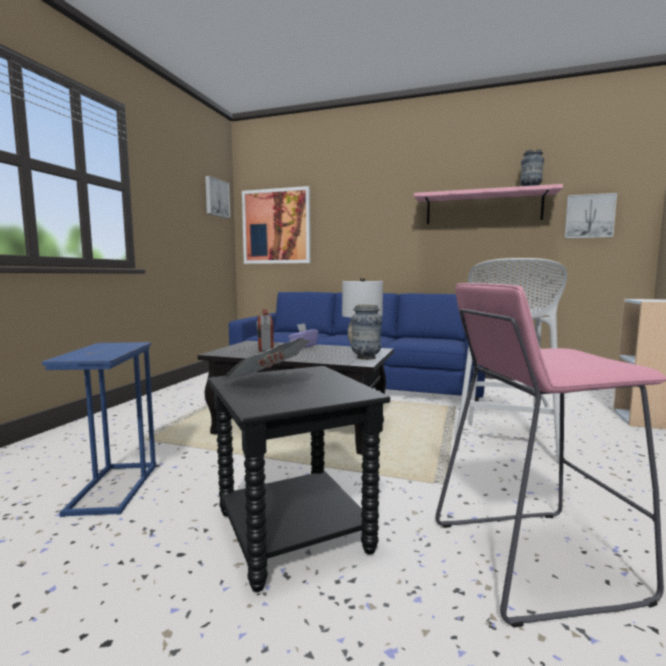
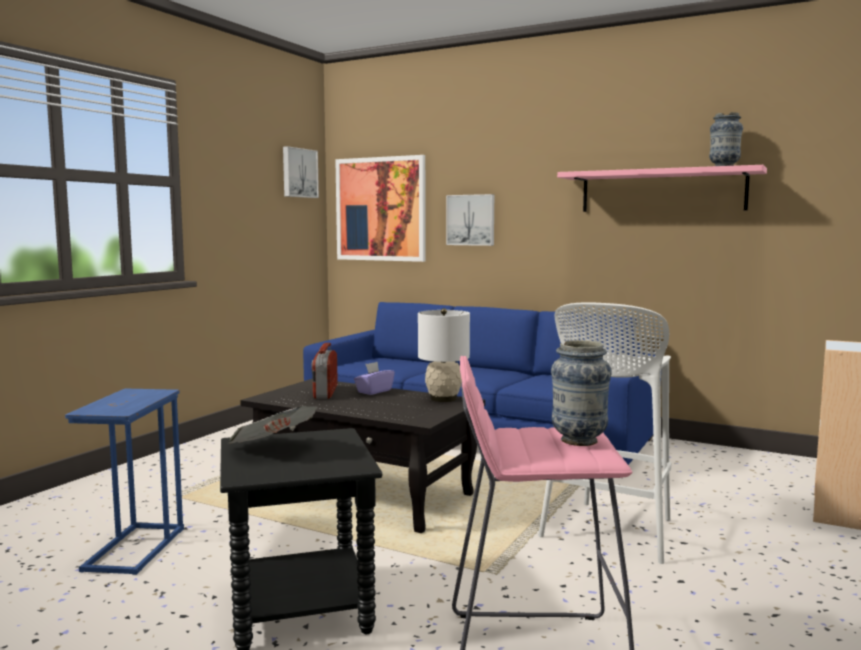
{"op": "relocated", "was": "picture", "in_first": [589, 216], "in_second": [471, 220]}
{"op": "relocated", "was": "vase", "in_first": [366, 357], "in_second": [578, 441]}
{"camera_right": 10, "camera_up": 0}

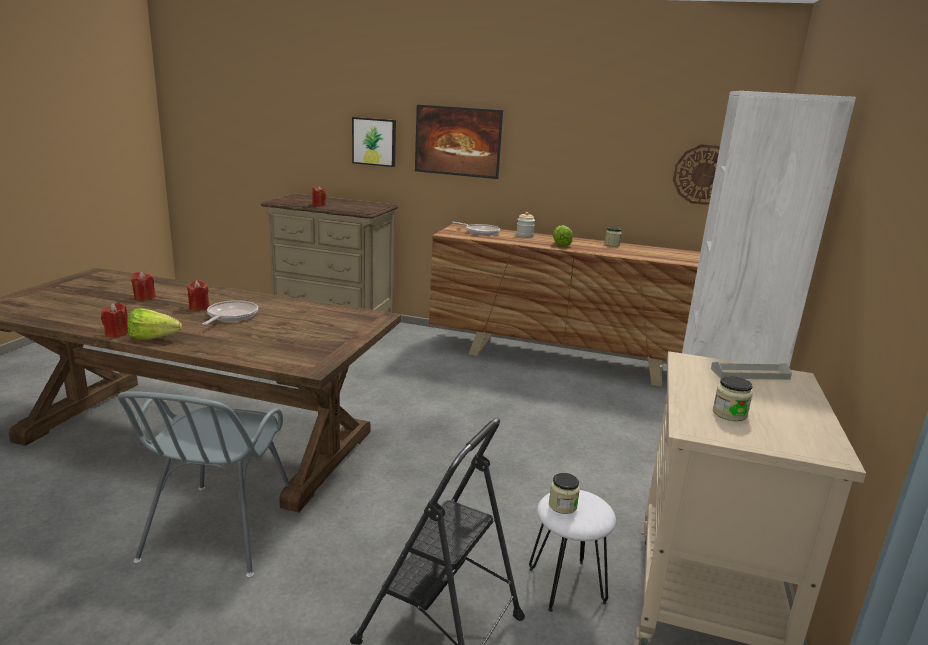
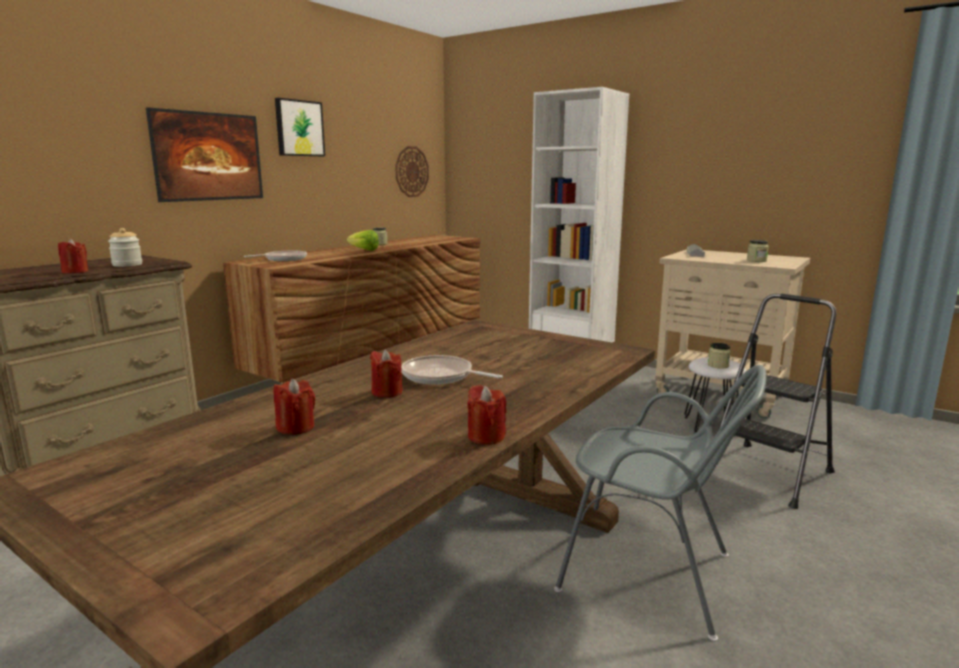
{"op": "relocated", "was": "picture", "in_first": [374, 141], "in_second": [299, 128]}
{"op": "relocated", "was": "jar", "in_first": [524, 235], "in_second": [127, 265]}
{"op": "missing", "was": "lettuce", "in_first": [157, 339]}
{"camera_right": -70, "camera_up": -5}

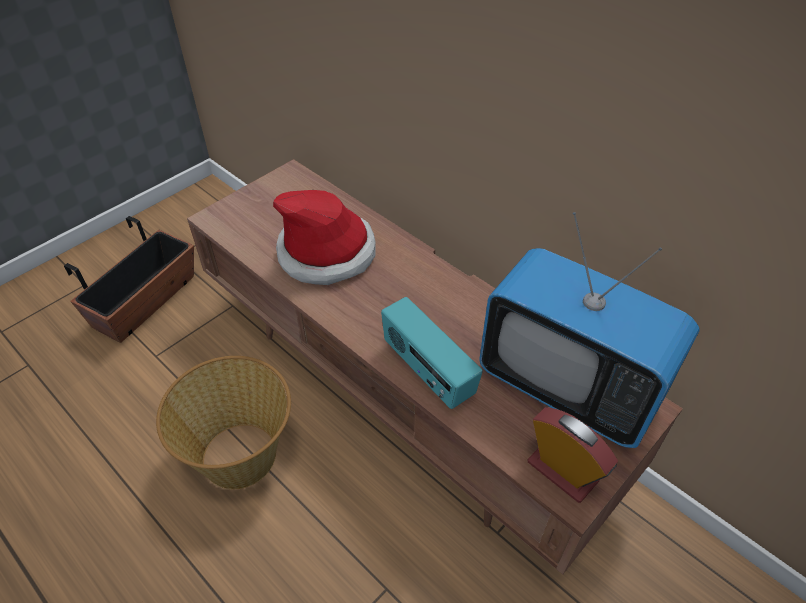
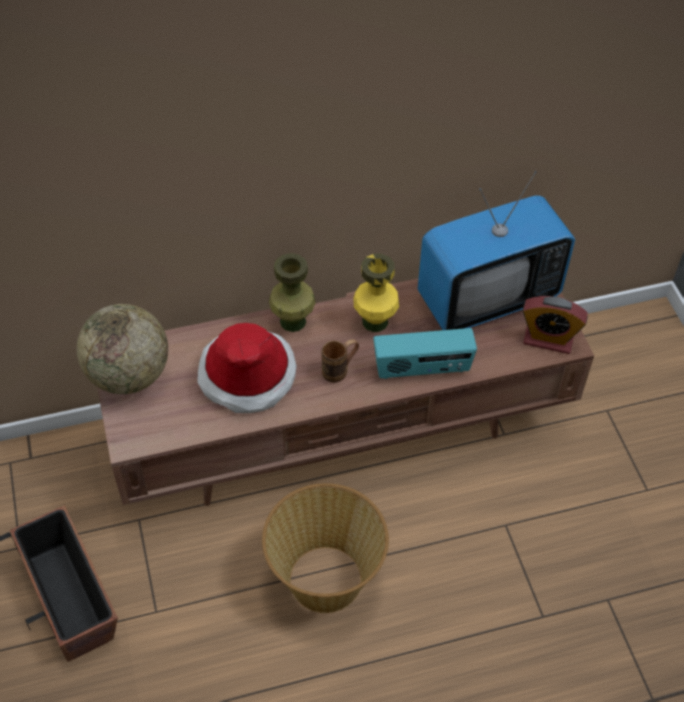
{"op": "spun", "was": "alarm clock", "in_first": [562, 471], "in_second": [548, 339], "clockwise": -150}
{"op": "appeared", "now": "vase (green)", "in_second": [293, 321]}
{"op": "appeared", "now": "vase (yellow)", "in_second": [374, 322]}
{"op": "appeared", "now": "globe", "in_second": [129, 375]}
{"op": "appeared", "now": "mug (brown)", "in_second": [340, 370]}
{"camera_right": -60, "camera_up": 5}

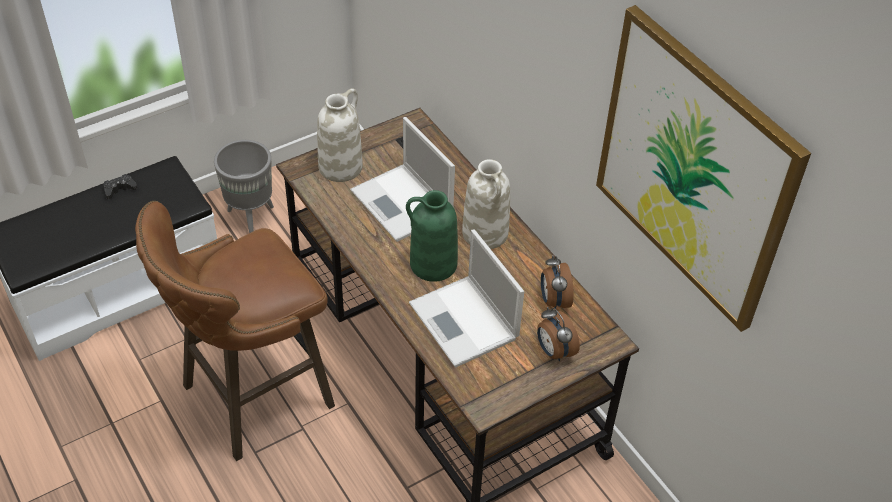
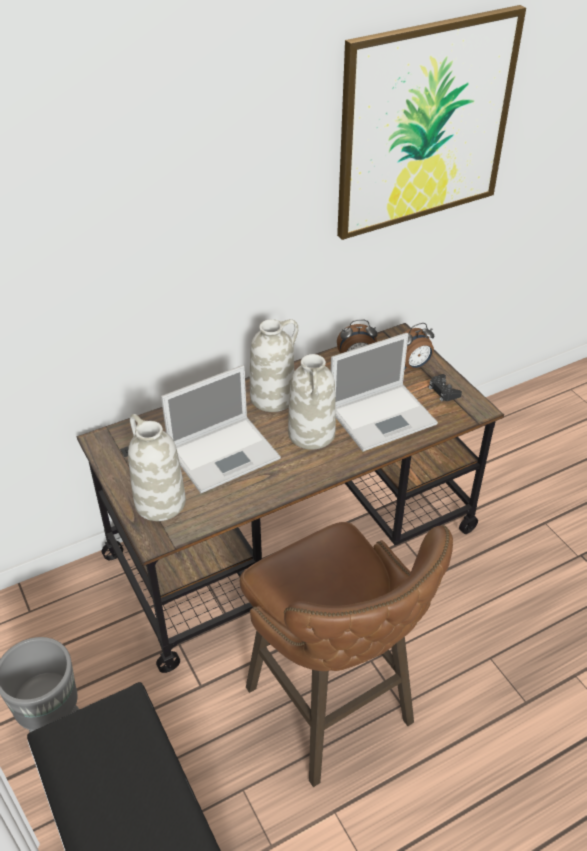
{"op": "relocated", "was": "game controller (black)", "in_first": [119, 189], "in_second": [443, 391]}
{"op": "colour", "was": "vase (green)", "now": "vase (white)", "in_first": [432, 264], "in_second": [312, 434]}
{"camera_right": -85, "camera_up": -5}

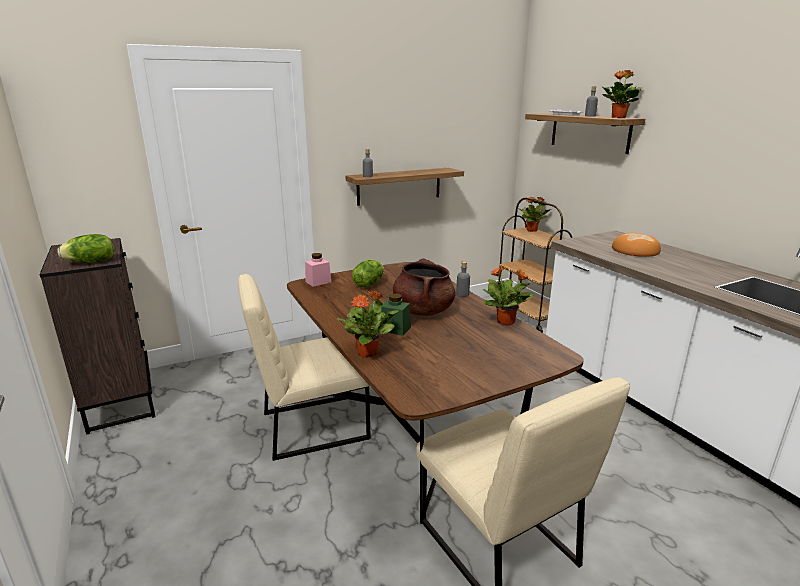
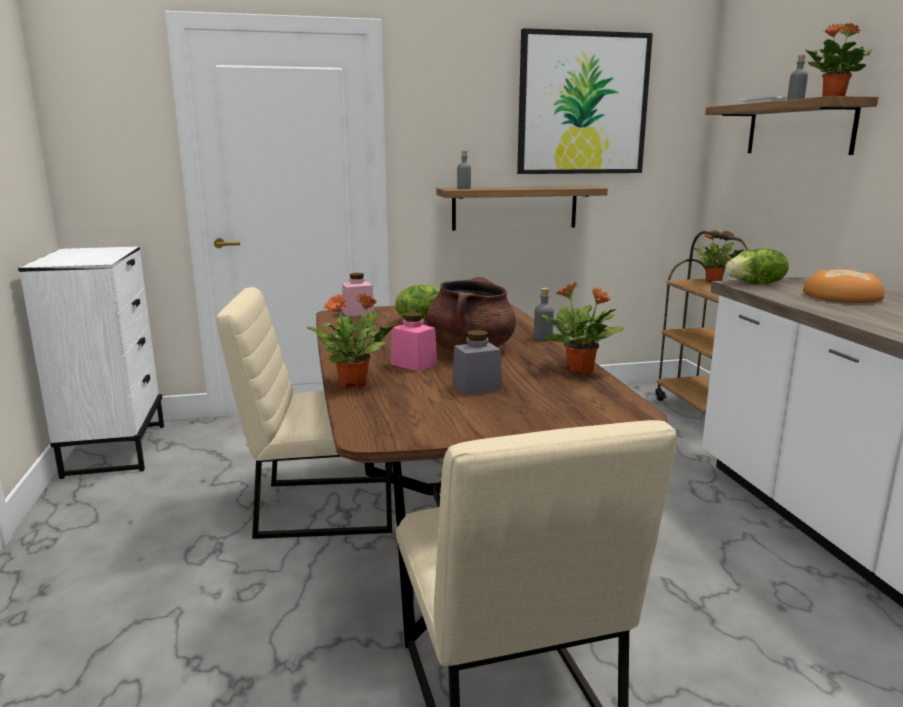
{"op": "relocated", "was": "lettuce", "in_first": [91, 262], "in_second": [756, 284]}
{"op": "colour", "was": "dresser (brown)", "now": "dresser (white)", "in_first": [121, 401], "in_second": [116, 449]}
{"op": "colour", "was": "jar (green)", "now": "jar (pink)", "in_first": [395, 329], "in_second": [413, 364]}
{"op": "appeared", "now": "picture", "in_second": [582, 104]}
{"op": "appeared", "now": "jar (grey)", "in_second": [476, 387]}
{"camera_right": 15, "camera_up": -5}

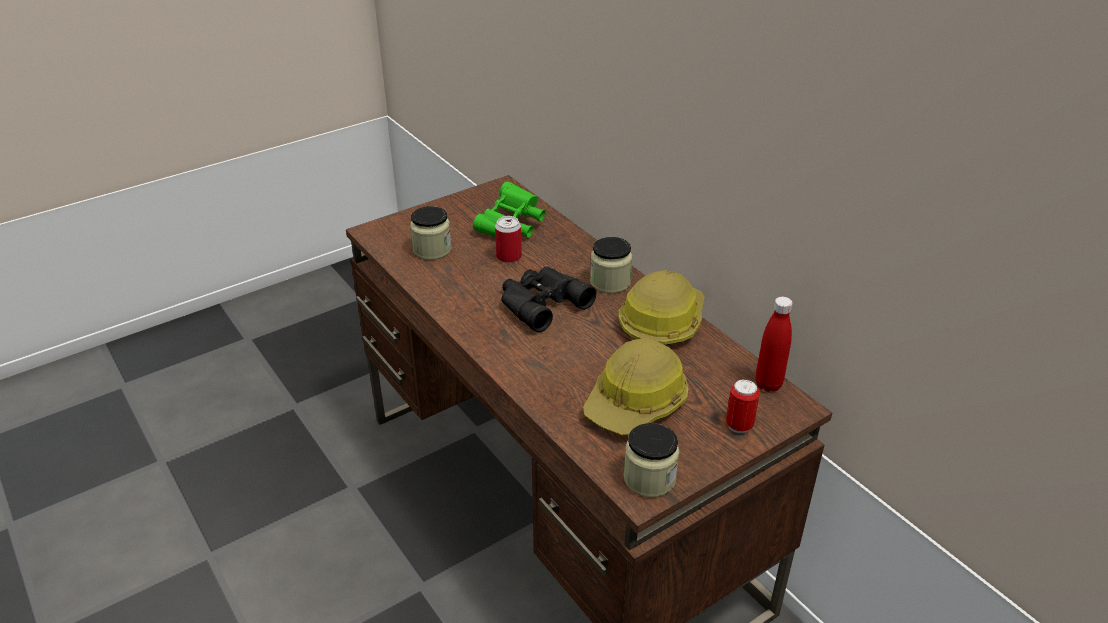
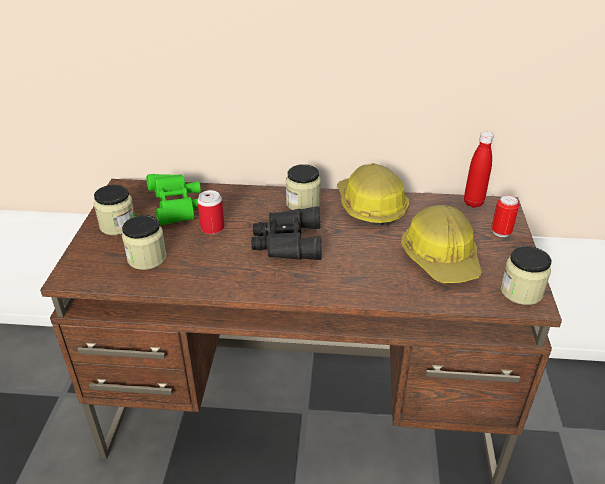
{"op": "appeared", "now": "jar", "in_second": [118, 225]}
{"camera_right": -50, "camera_up": 0}

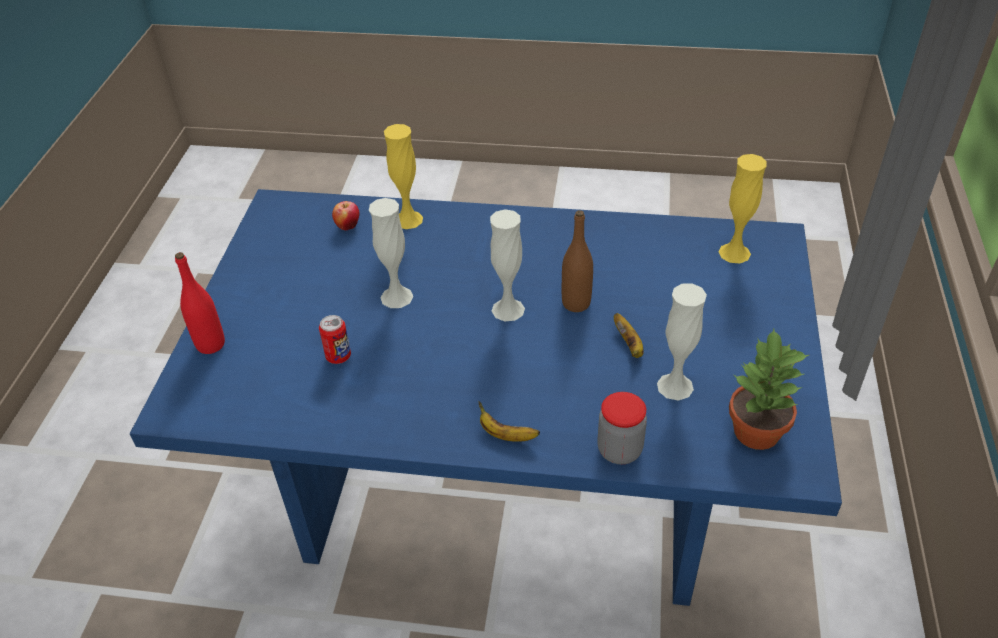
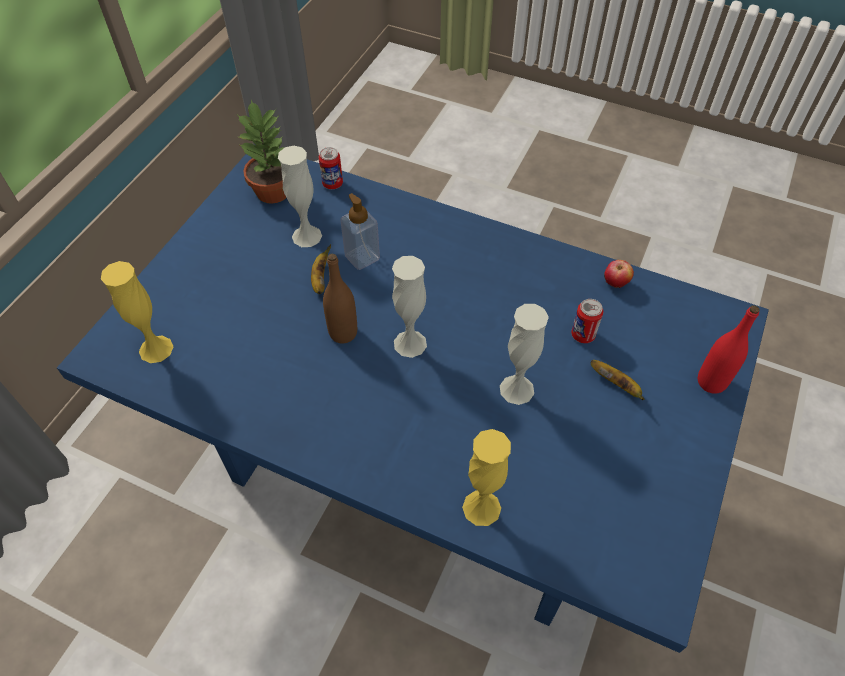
{"op": "relocated", "was": "apple", "in_first": [348, 226], "in_second": [615, 284]}
{"op": "missing", "was": "jar", "in_first": [619, 450]}
{"op": "relocated", "was": "banana", "in_first": [506, 435], "in_second": [616, 385]}
{"op": "appeared", "now": "can", "in_second": [332, 184]}
{"op": "appeared", "now": "soap dispenser", "in_second": [362, 257]}
{"camera_right": -165, "camera_up": 10}

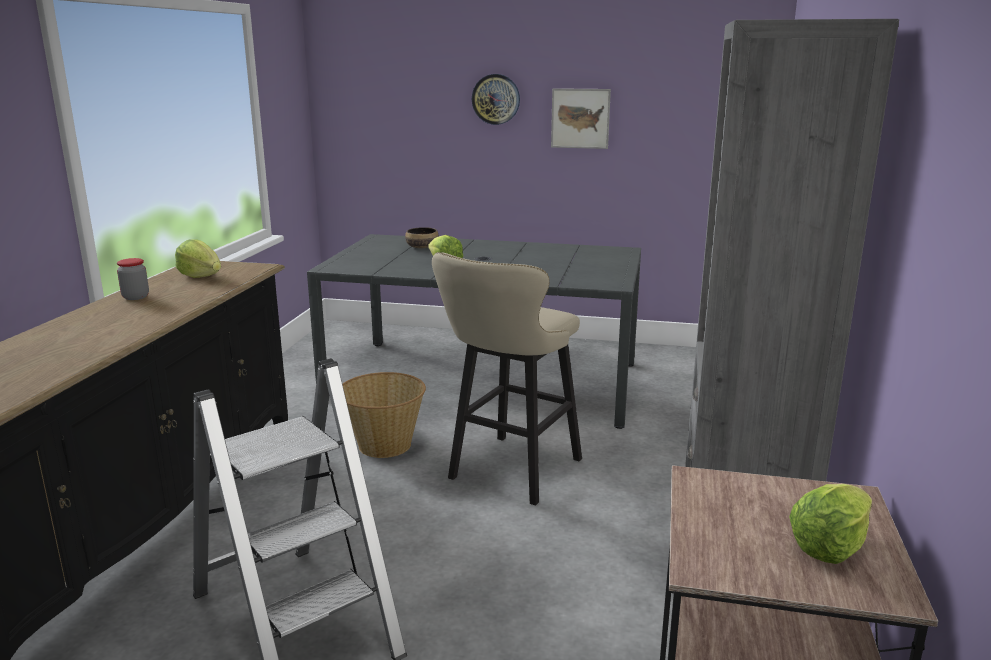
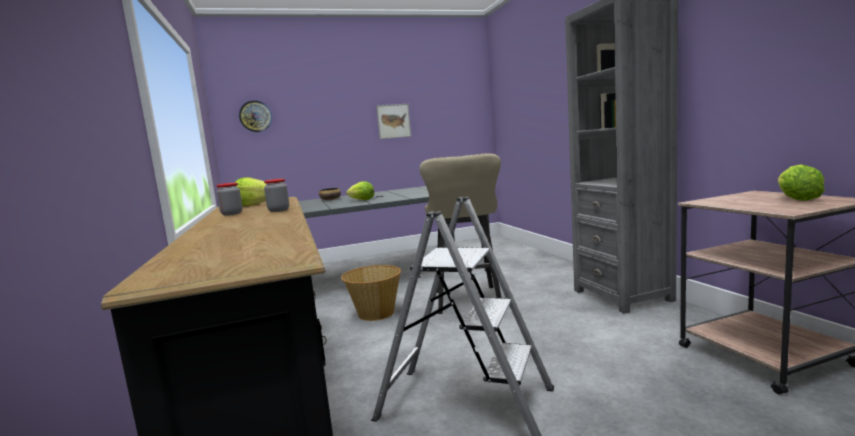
{"op": "relocated", "was": "wall clock", "in_first": [496, 99], "in_second": [255, 116]}
{"op": "appeared", "now": "jar", "in_second": [279, 210]}
{"camera_right": -30, "camera_up": -10}

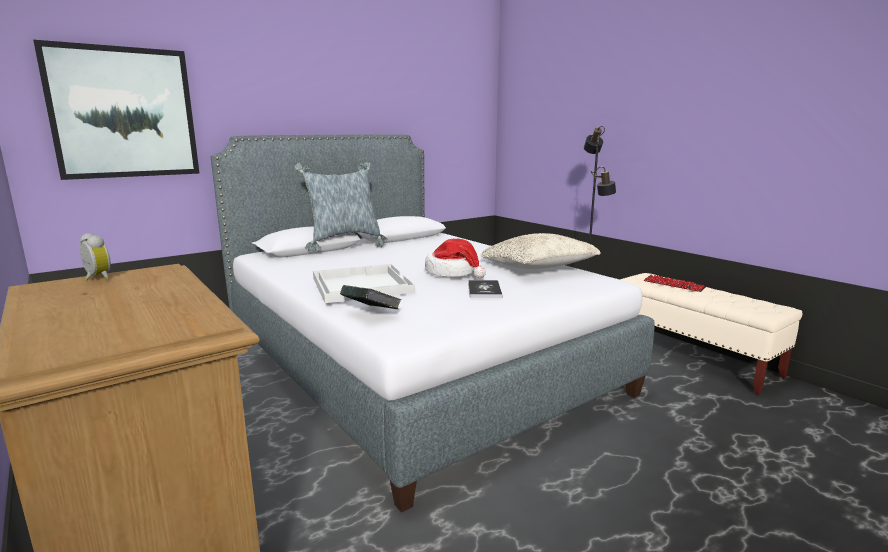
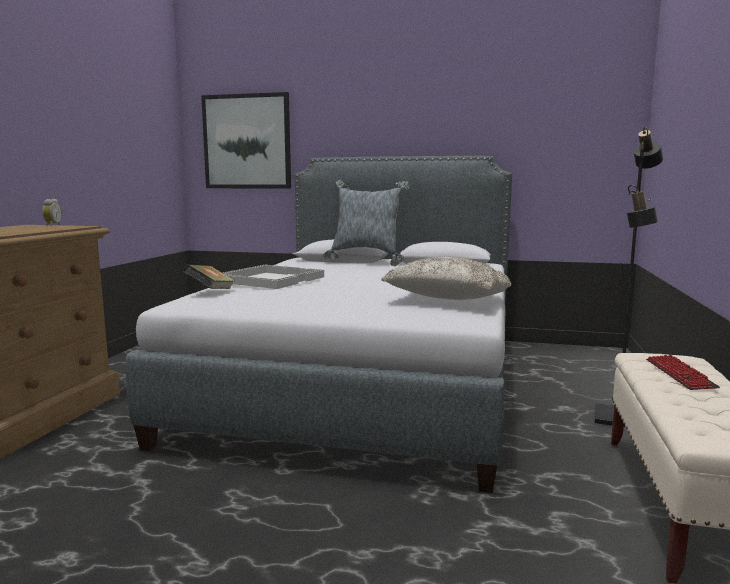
{"op": "missing", "was": "hat", "in_first": [453, 272]}
{"op": "missing", "was": "book", "in_first": [484, 290]}
{"camera_right": 50, "camera_up": -5}

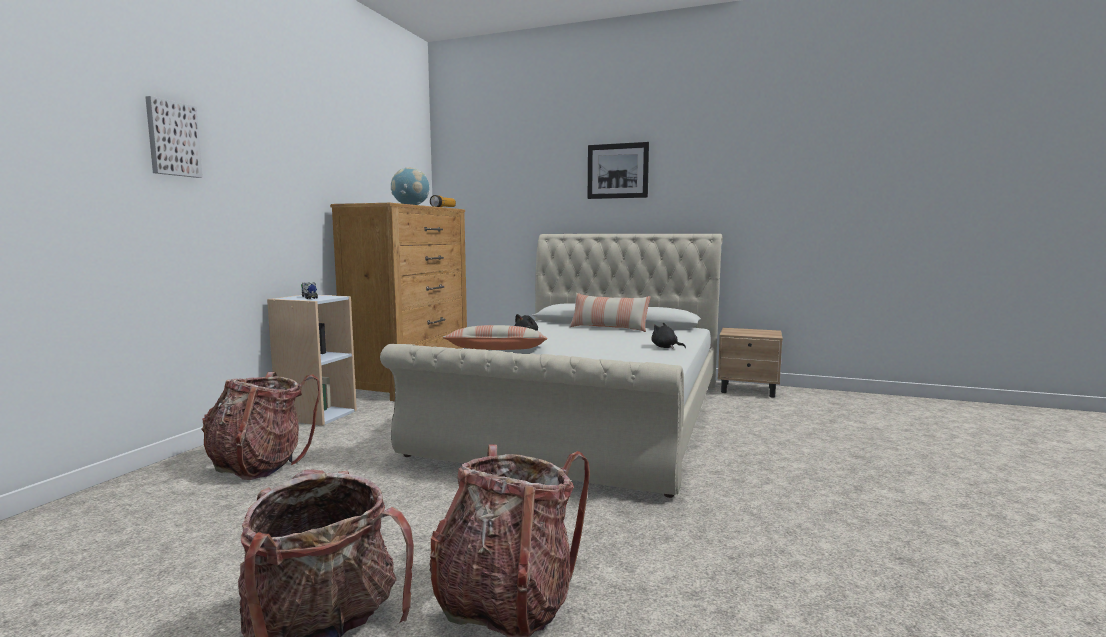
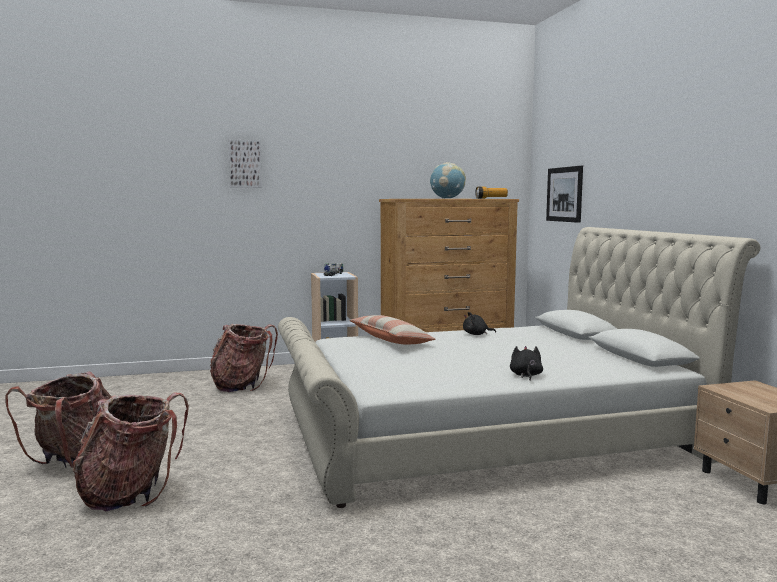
{"op": "relocated", "was": "picture", "in_first": [617, 171], "in_second": [564, 194]}
{"op": "missing", "was": "pillow", "in_first": [608, 328]}
{"camera_right": 55, "camera_up": 0}

